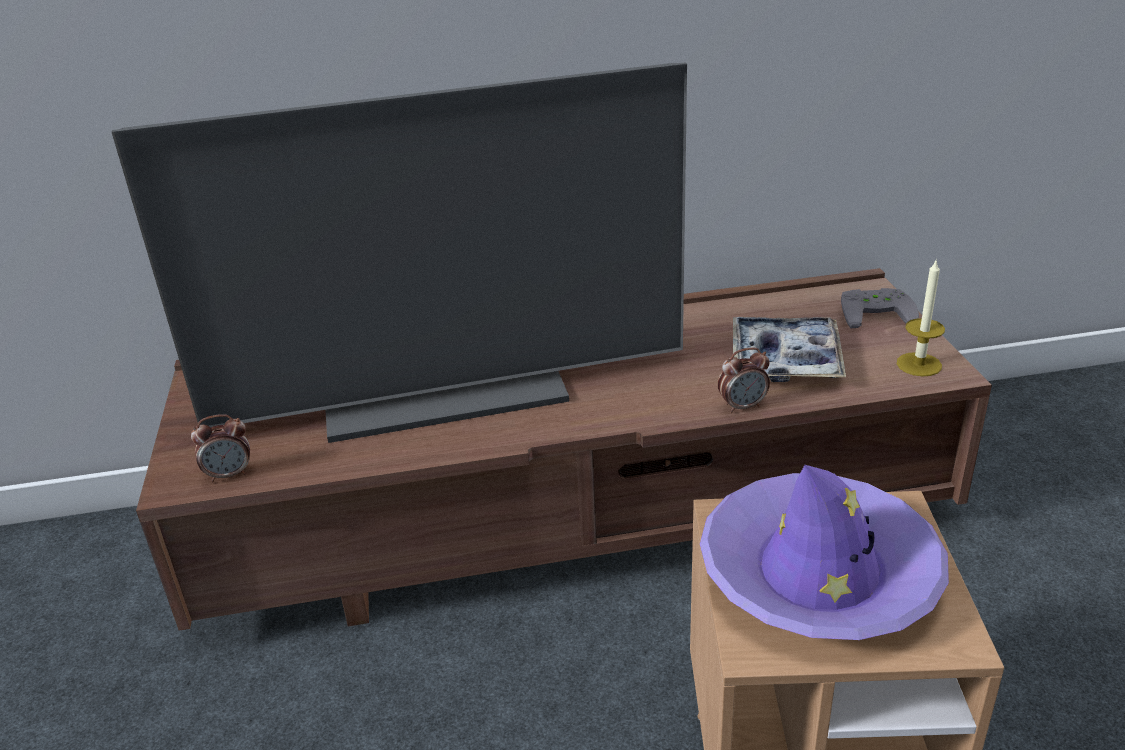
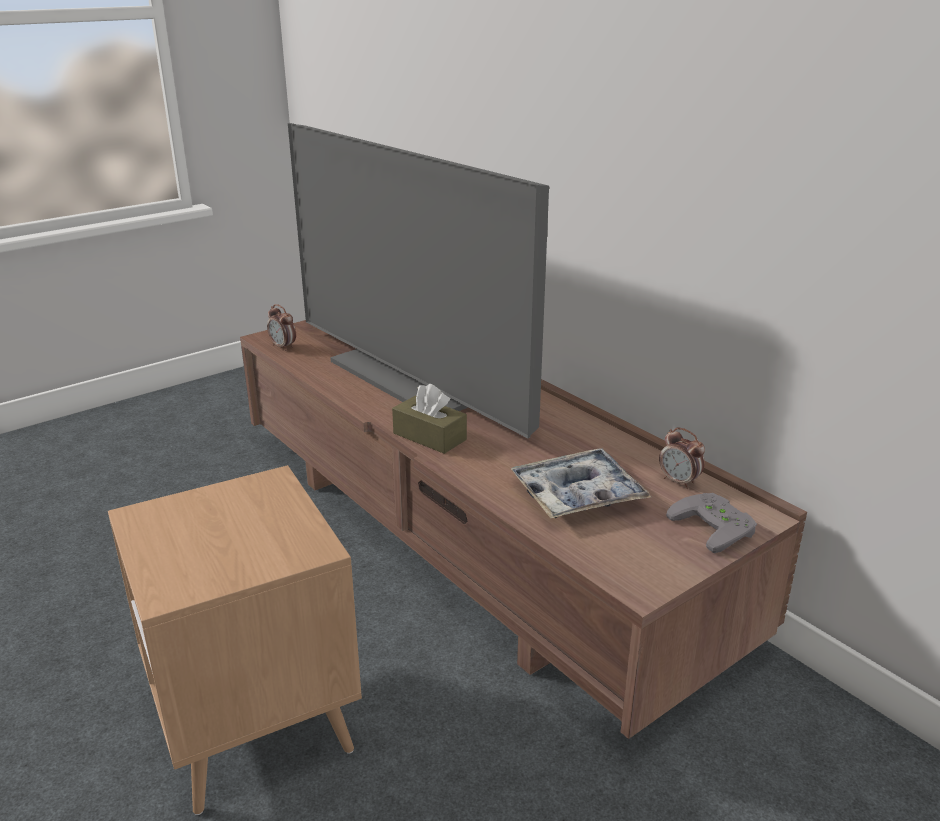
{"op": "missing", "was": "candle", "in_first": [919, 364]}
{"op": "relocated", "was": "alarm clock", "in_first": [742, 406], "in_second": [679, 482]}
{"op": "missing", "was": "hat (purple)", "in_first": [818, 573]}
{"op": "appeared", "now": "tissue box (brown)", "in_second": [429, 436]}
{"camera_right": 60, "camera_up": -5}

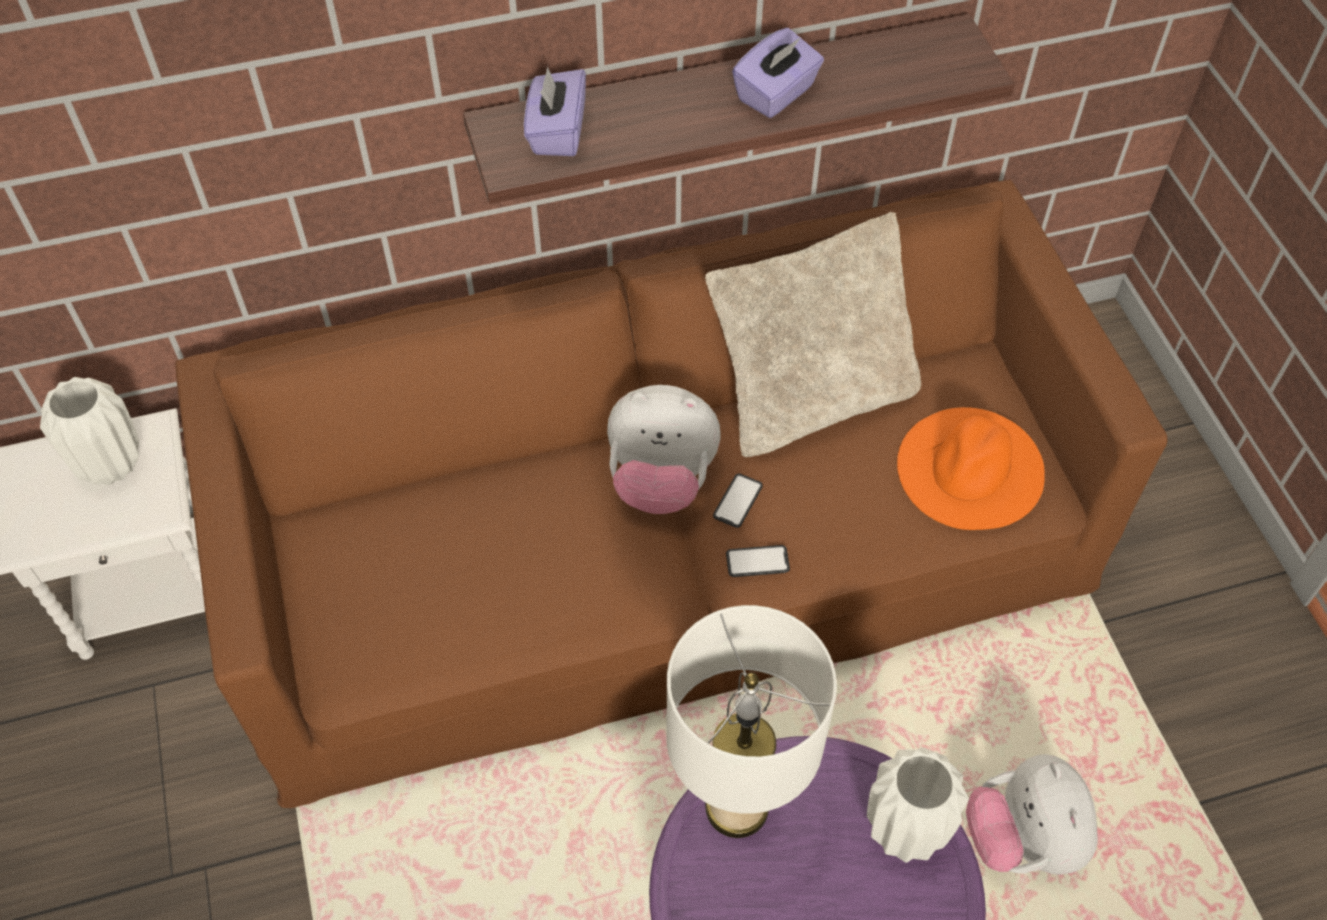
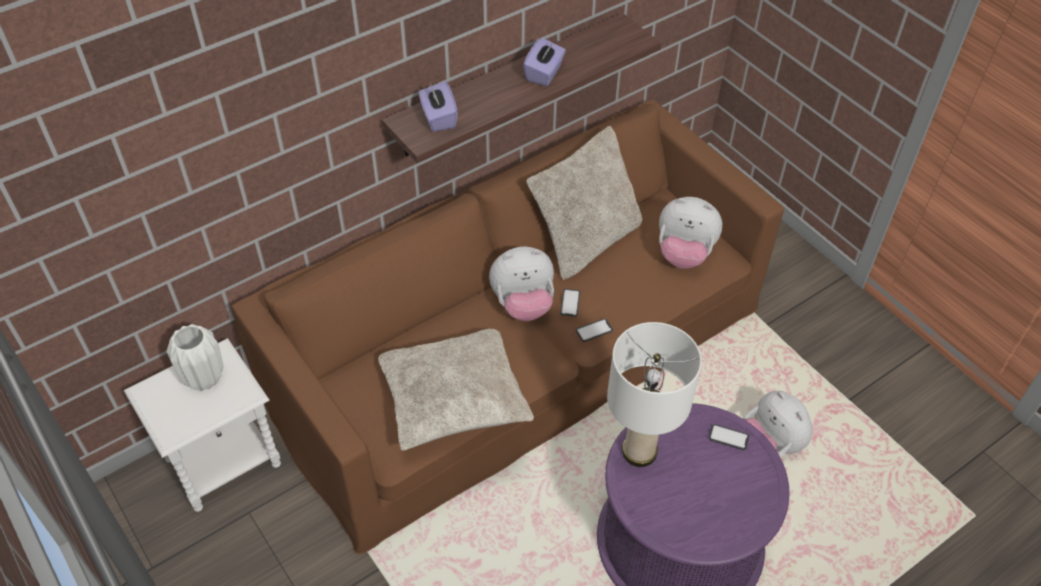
{"op": "exchanged", "was": "hat (orange)", "now": "plush toy", "in_first": [970, 468], "in_second": [684, 254]}
{"op": "exchanged", "was": "vase (white)", "now": "phone", "in_first": [905, 832], "in_second": [728, 437]}
{"op": "appeared", "now": "pillow (beige)", "in_second": [454, 399]}
{"camera_right": -20, "camera_up": -5}

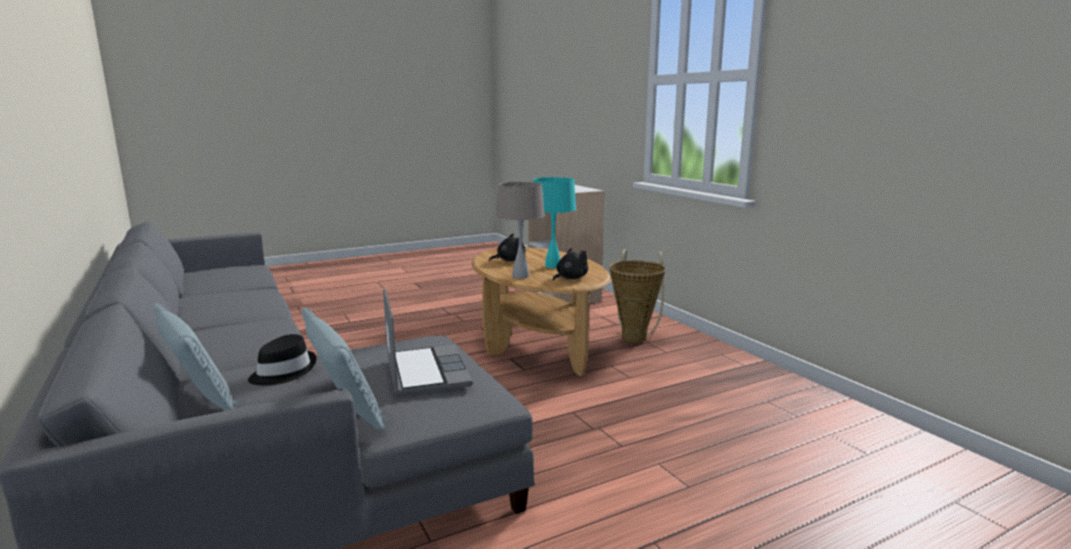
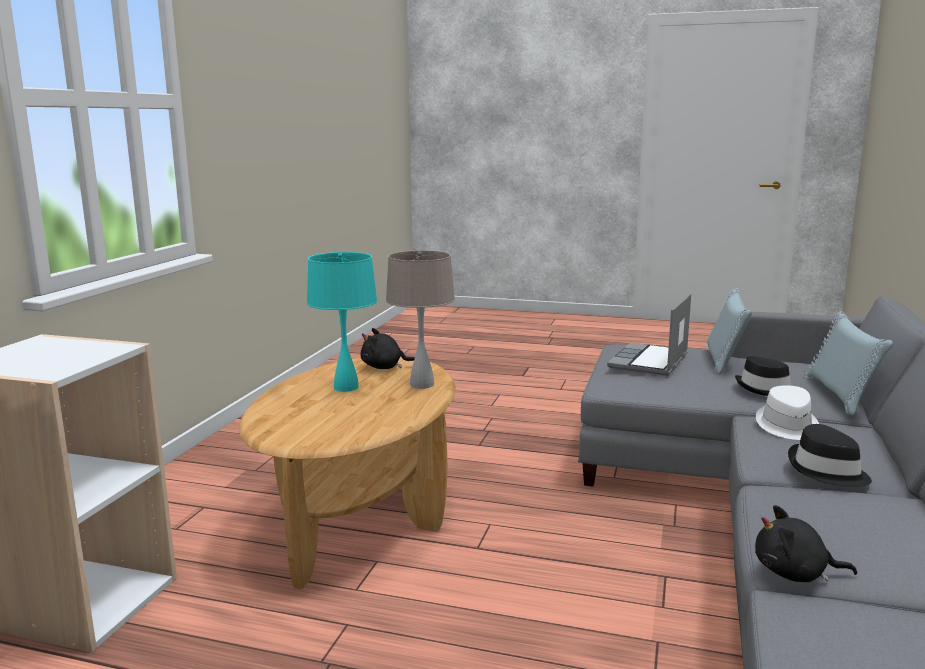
{"op": "relocated", "was": "plush toy (black)", "in_first": [509, 260], "in_second": [795, 574]}
{"op": "missing", "was": "basket", "in_first": [635, 336]}
{"op": "appeared", "now": "hat (white)", "in_second": [787, 426]}
{"op": "appeared", "now": "hat (black)", "in_second": [827, 471]}
{"camera_right": -135, "camera_up": 0}

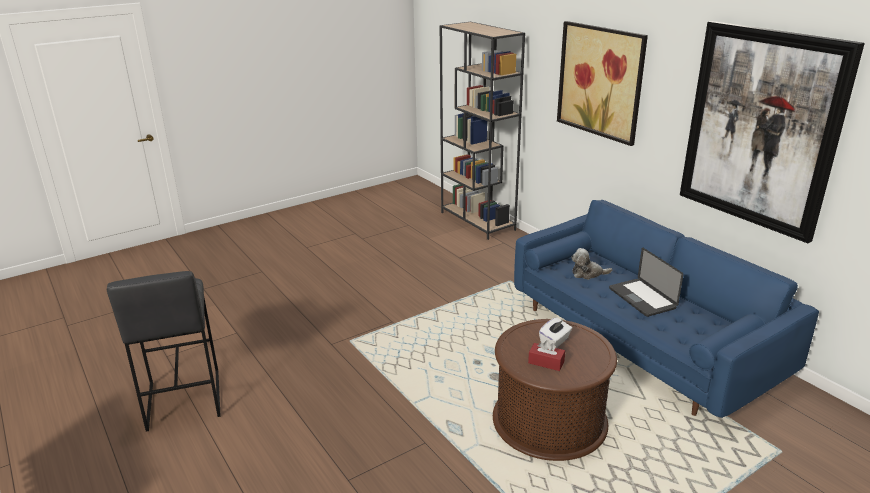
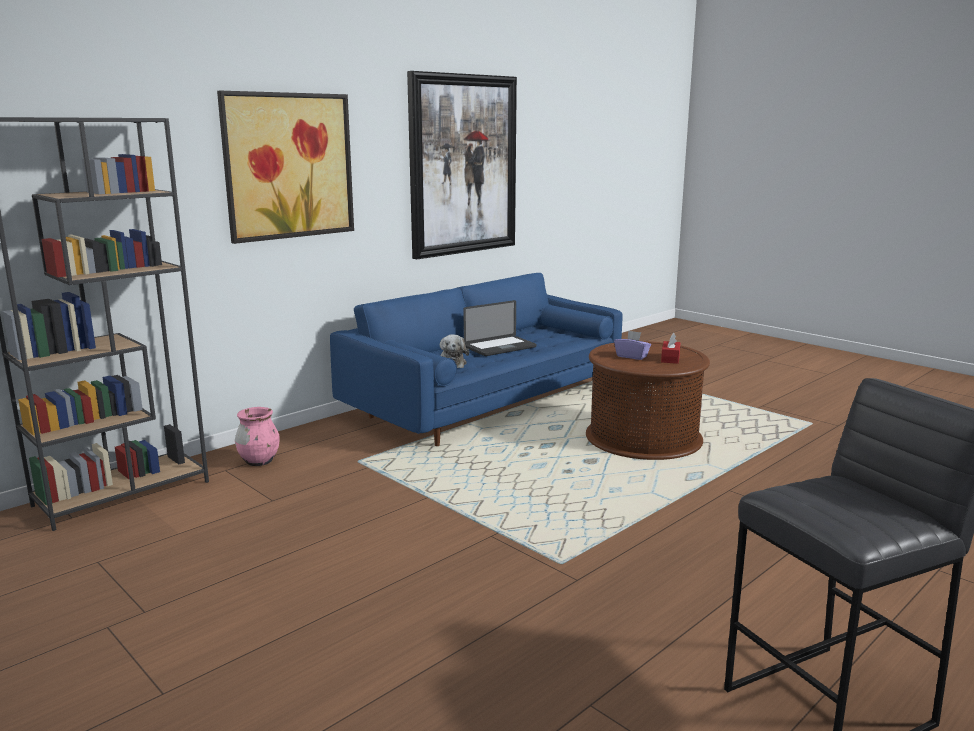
{"op": "colour", "was": "tissue box (white)", "now": "tissue box (purple)", "in_first": [555, 341], "in_second": [632, 356]}
{"op": "appeared", "now": "vase (pink)", "in_second": [259, 462]}
{"camera_right": -100, "camera_up": -10}

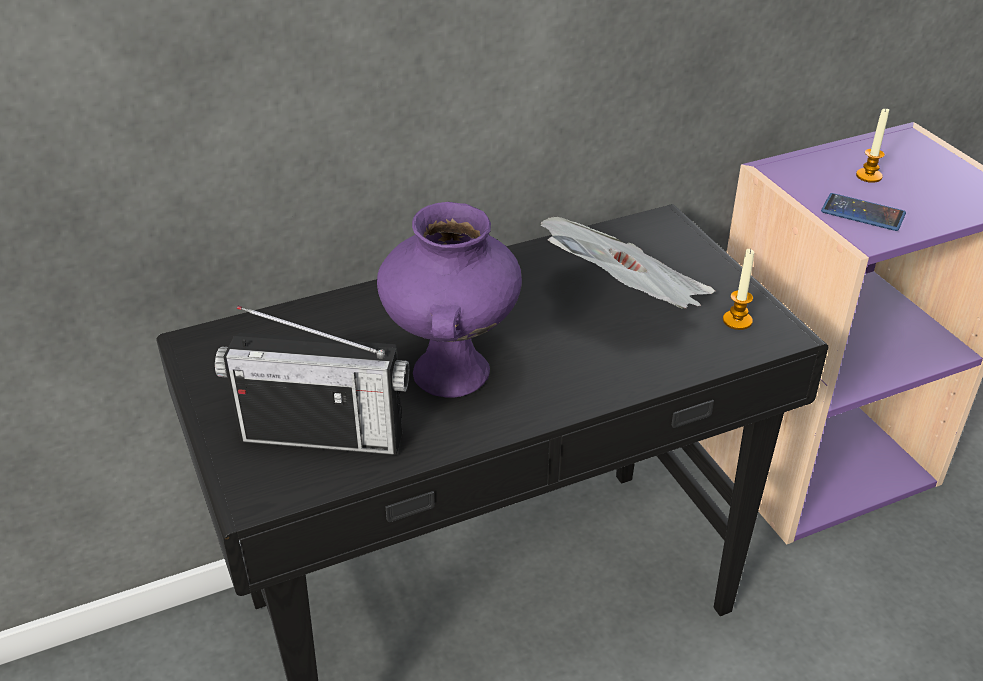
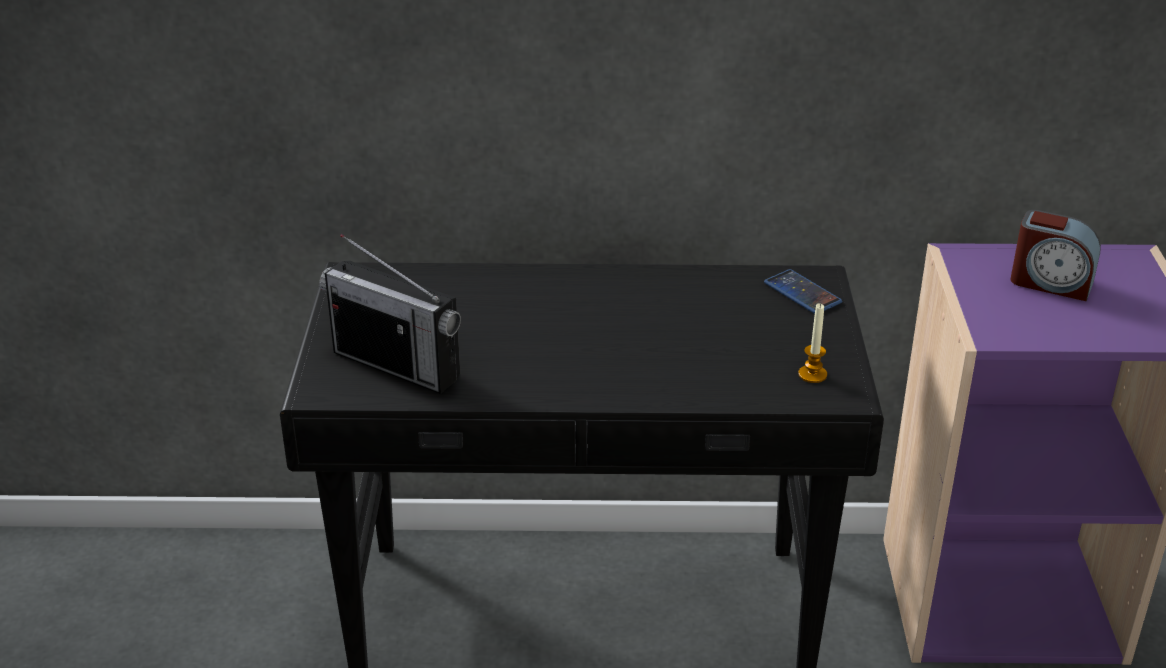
{"op": "exchanged", "was": "candle", "now": "alarm clock", "in_first": [869, 176], "in_second": [1050, 283]}
{"op": "relocated", "was": "phone", "in_first": [863, 213], "in_second": [802, 293]}
{"op": "missing", "was": "vase (purple)", "in_first": [453, 373]}
{"op": "missing", "was": "newspaper", "in_first": [627, 302]}
{"camera_right": 25, "camera_up": -5}

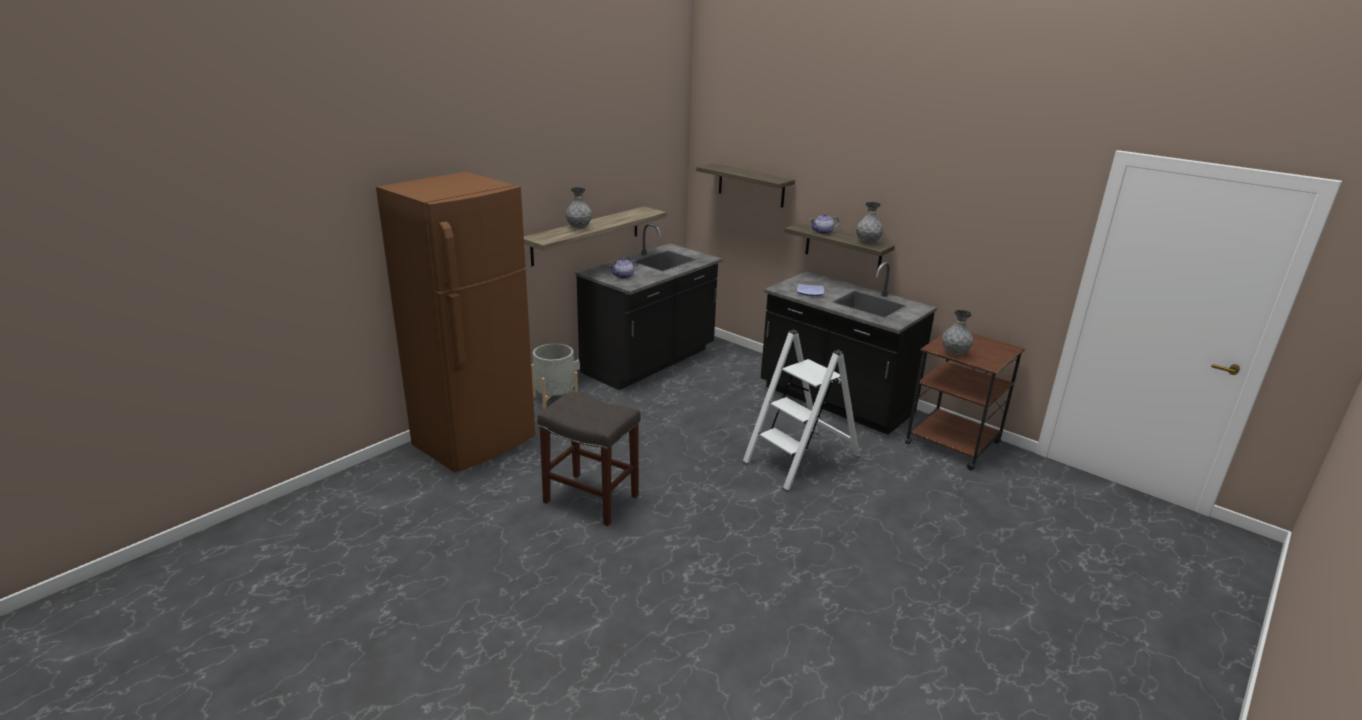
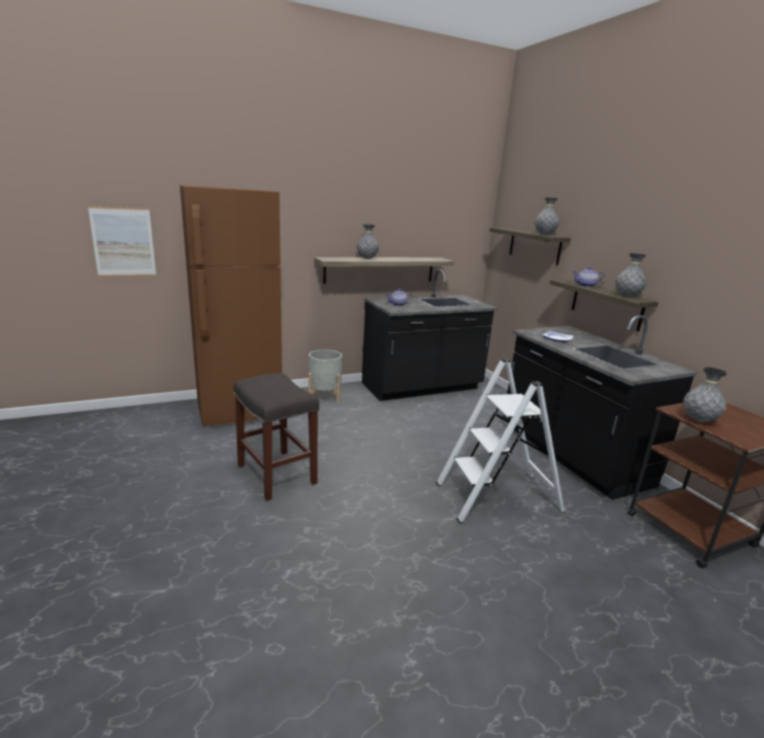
{"op": "appeared", "now": "vase (grey)", "in_second": [544, 234]}
{"op": "appeared", "now": "picture", "in_second": [123, 242]}
{"camera_right": 25, "camera_up": -5}

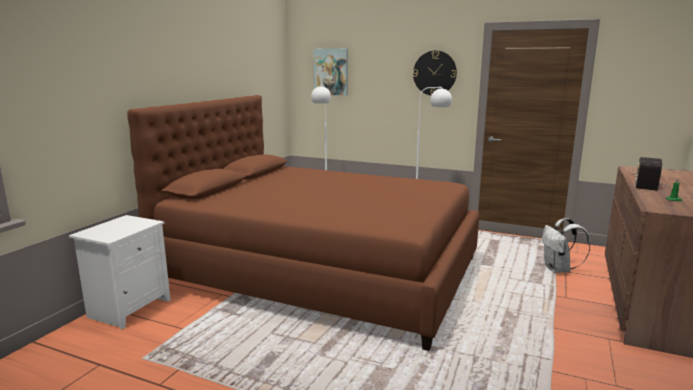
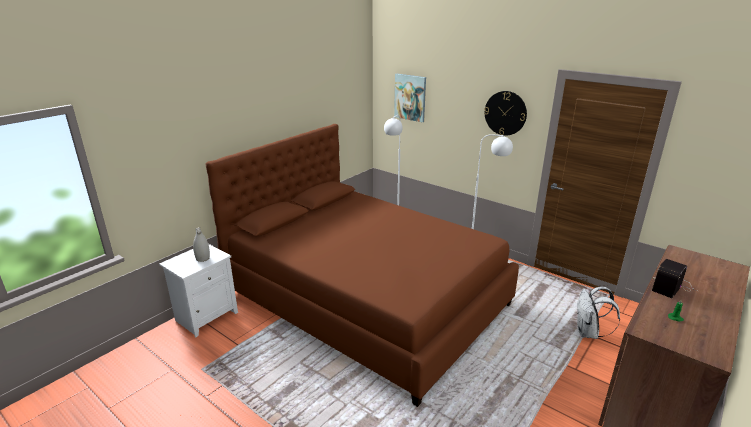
{"op": "appeared", "now": "vase (white)", "in_second": [203, 258]}
{"camera_right": 15, "camera_up": 10}

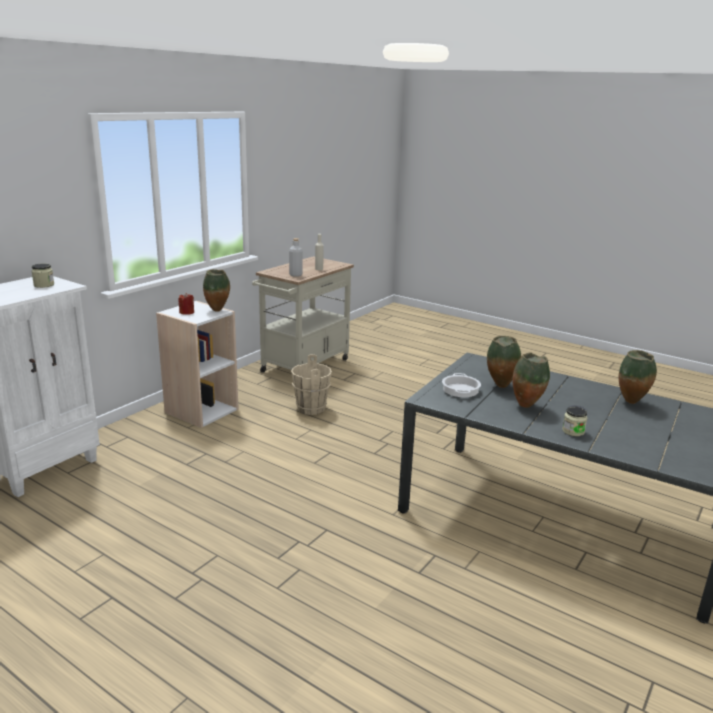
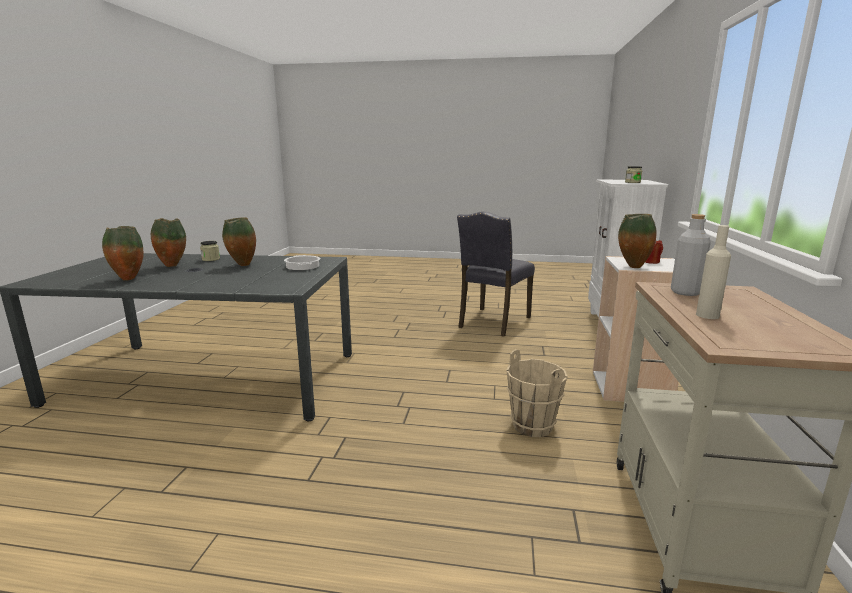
{"op": "relocated", "was": "vase", "in_first": [500, 386], "in_second": [173, 266]}
{"op": "appeared", "now": "chair (grey)", "in_second": [492, 322]}
{"camera_right": 155, "camera_up": -5}

